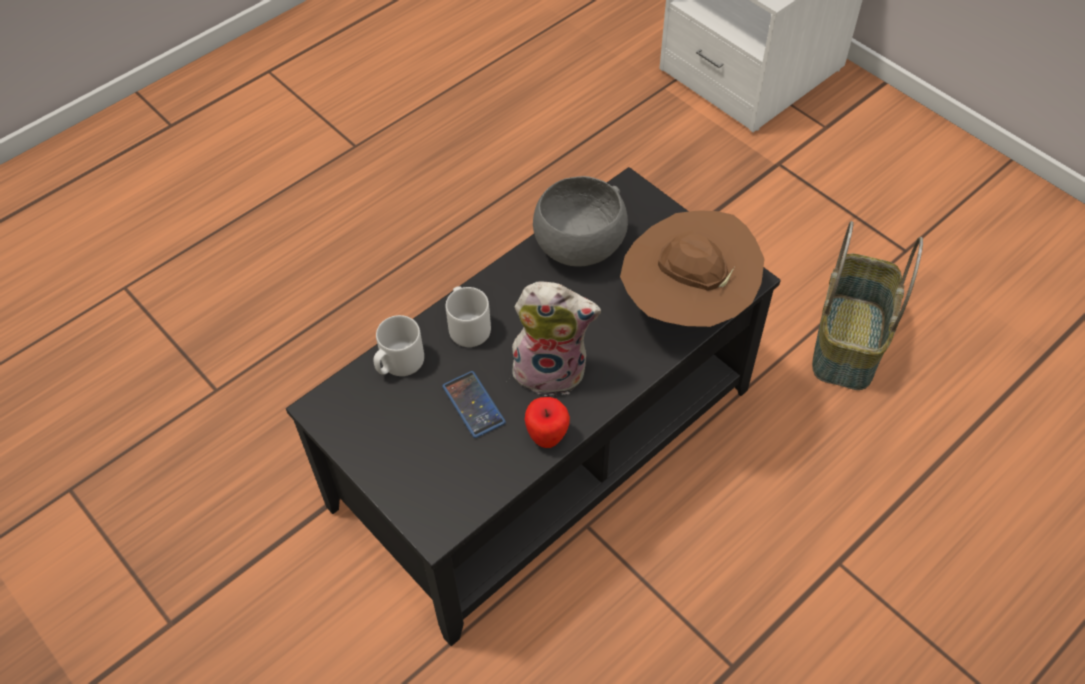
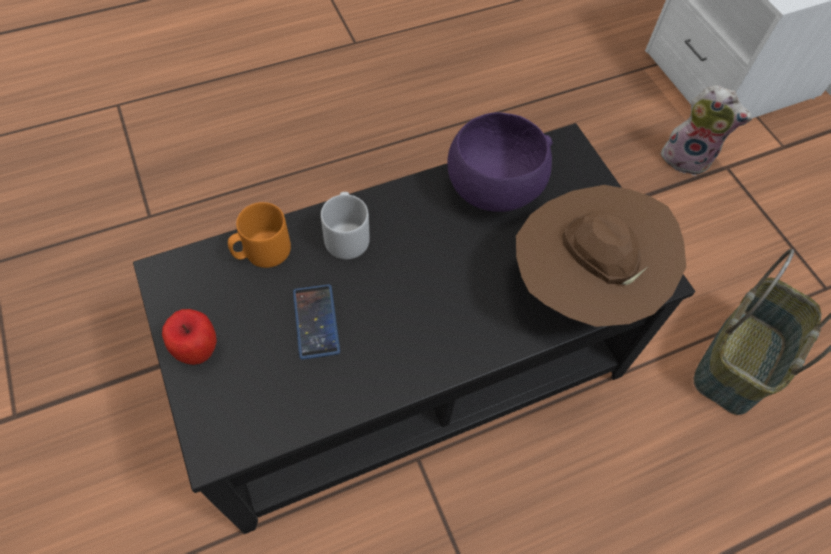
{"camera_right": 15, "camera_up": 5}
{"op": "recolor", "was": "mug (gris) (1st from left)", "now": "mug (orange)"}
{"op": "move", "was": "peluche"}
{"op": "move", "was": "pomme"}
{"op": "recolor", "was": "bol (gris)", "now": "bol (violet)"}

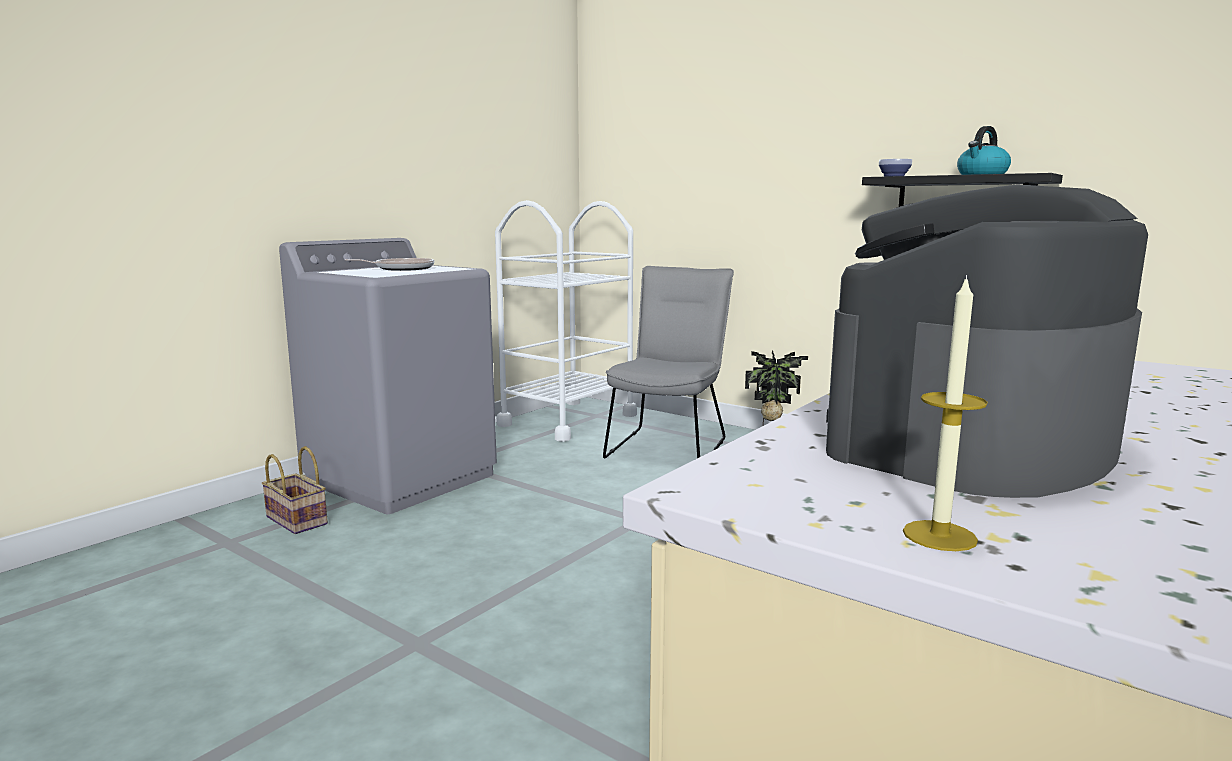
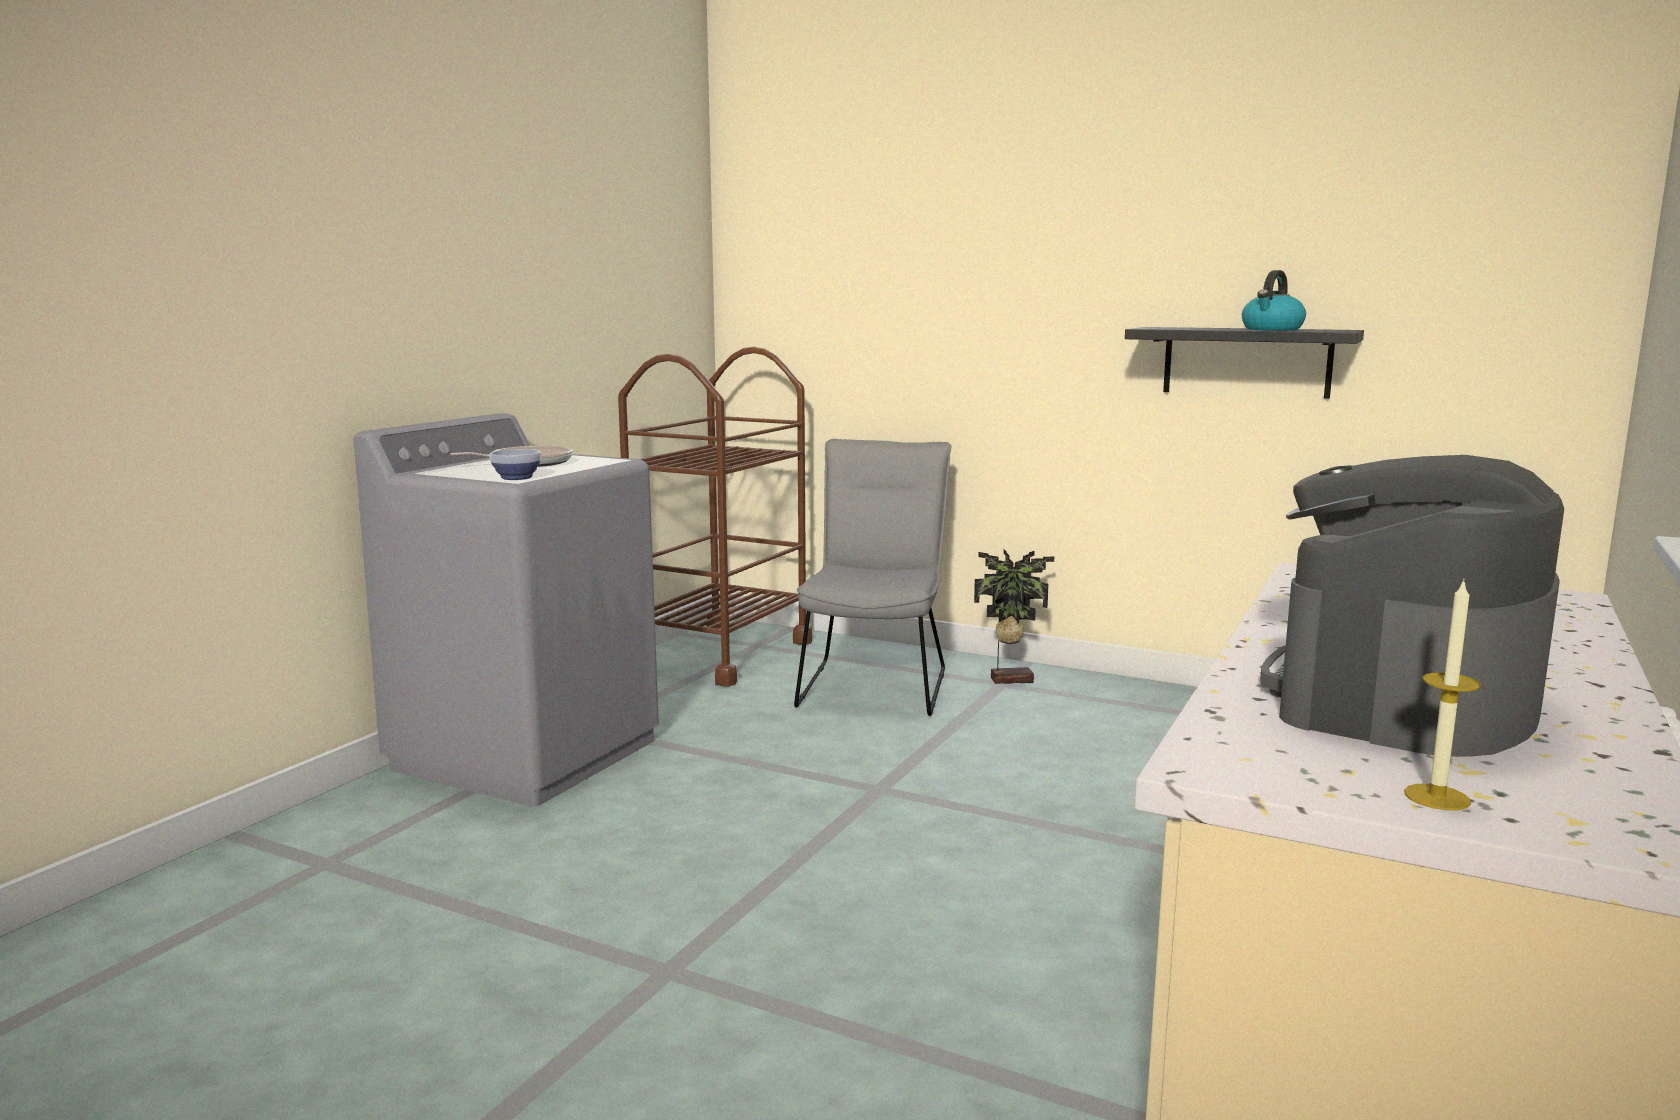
{"camera_right": -10, "camera_up": 0}
{"op": "delete", "was": "panier"}
{"op": "recolor", "was": "chariot (blanc)", "now": "chariot (marron)"}
{"op": "move", "was": "bol"}

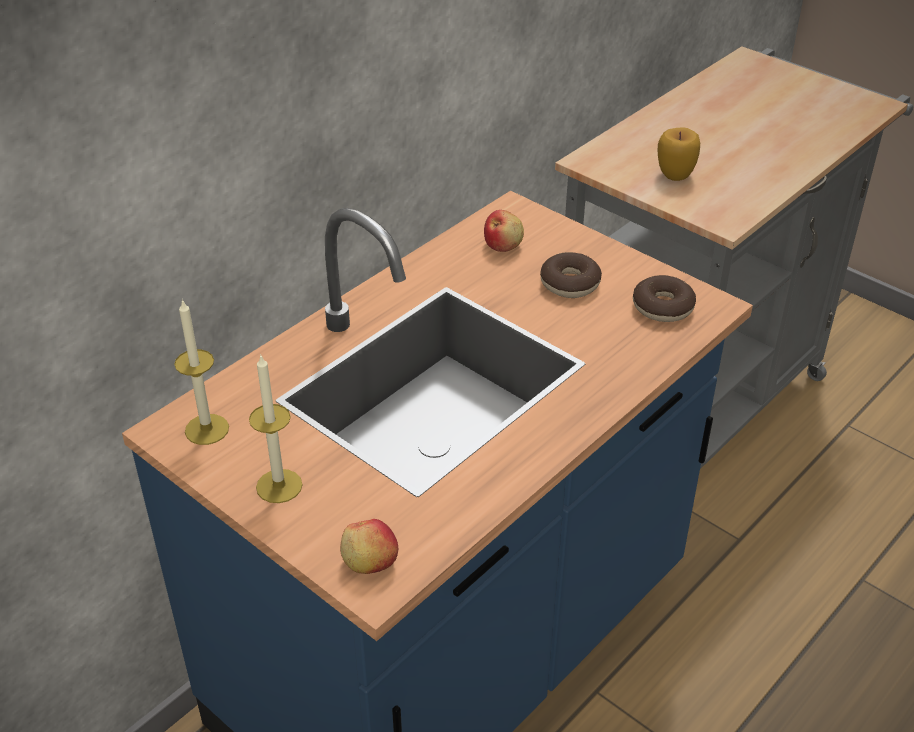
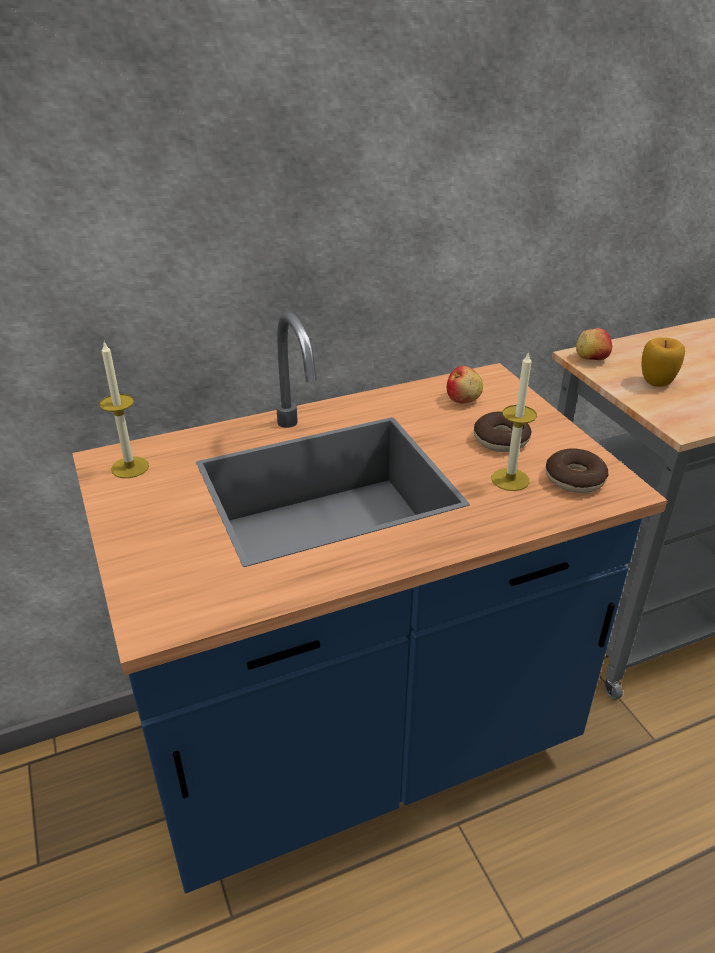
{"camera_right": 25, "camera_up": -5}
{"op": "move", "was": "bougie (2nd from left)"}
{"op": "move", "was": "pomme (1st from left in the first image)", "now": "pomme (2nd from left)"}

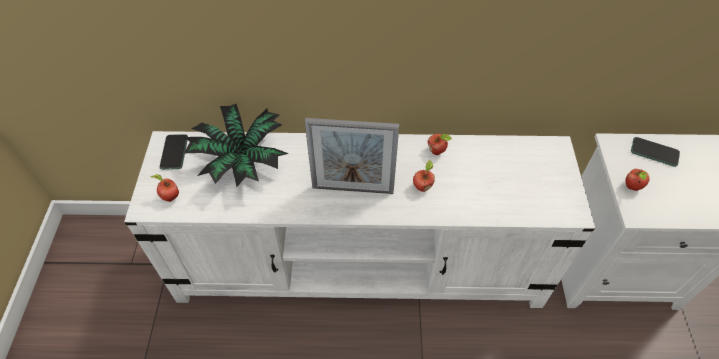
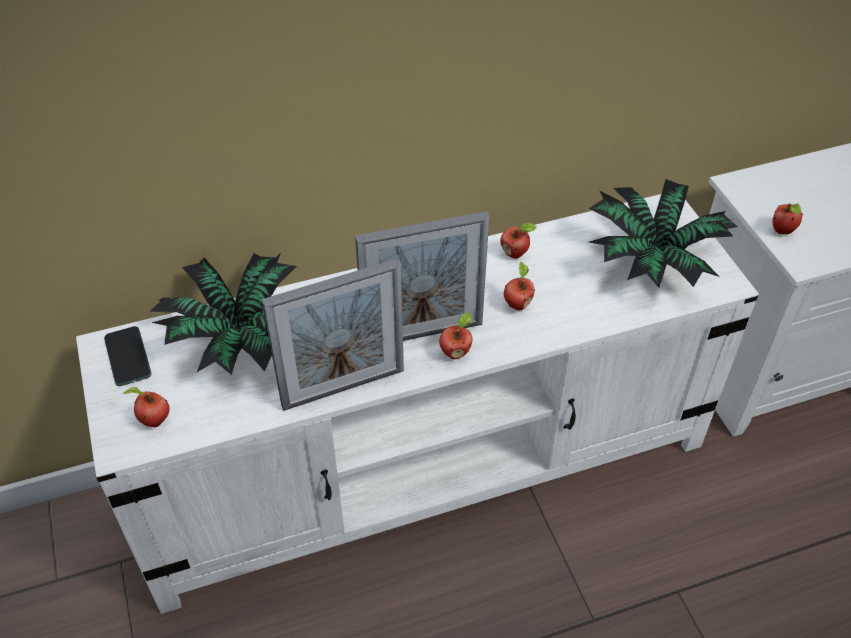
{"camera_right": -20, "camera_up": -5}
{"op": "delete", "was": "téléphone (2nd from left)"}
{"op": "insert", "now": "cadre photo (1st from left)"}
{"op": "insert", "now": "pomme (2nd from left)"}
{"op": "insert", "now": "plante en pot (2nd from left)"}

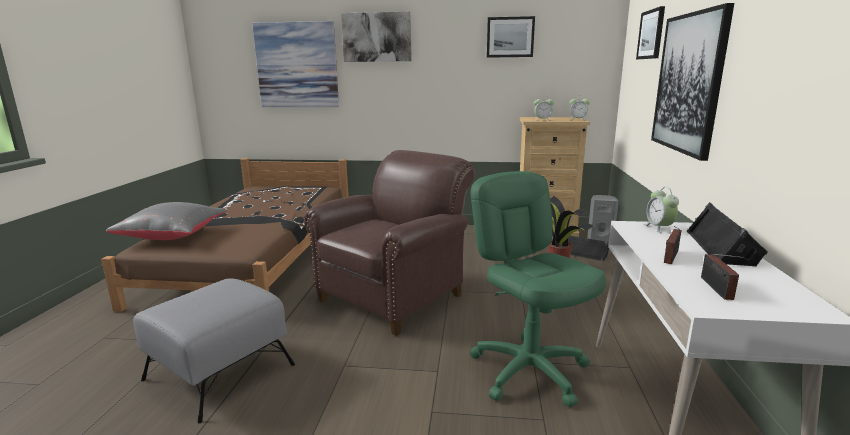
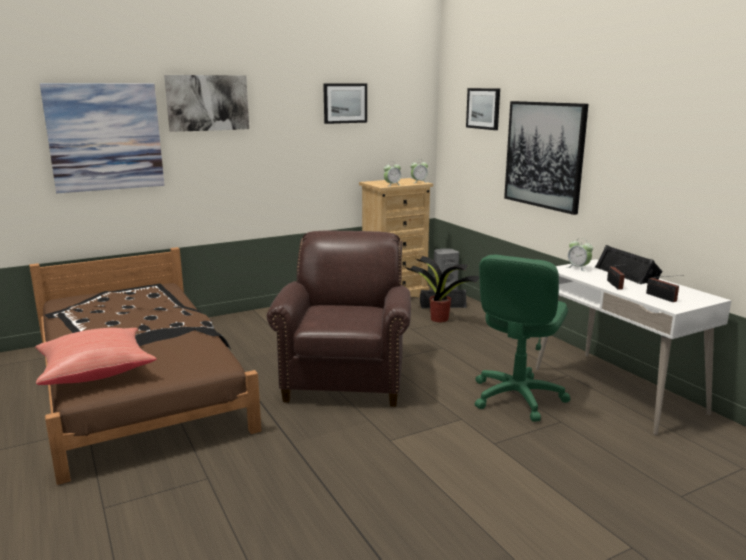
{"camera_right": -35, "camera_up": 0}
{"op": "recolor", "was": "coussin (gris)", "now": "coussin (rouge)"}
{"op": "delete", "was": "pouf (gris)"}
{"op": "rotate", "was": "chaise de bureau (vert)", "clockwise": -90}

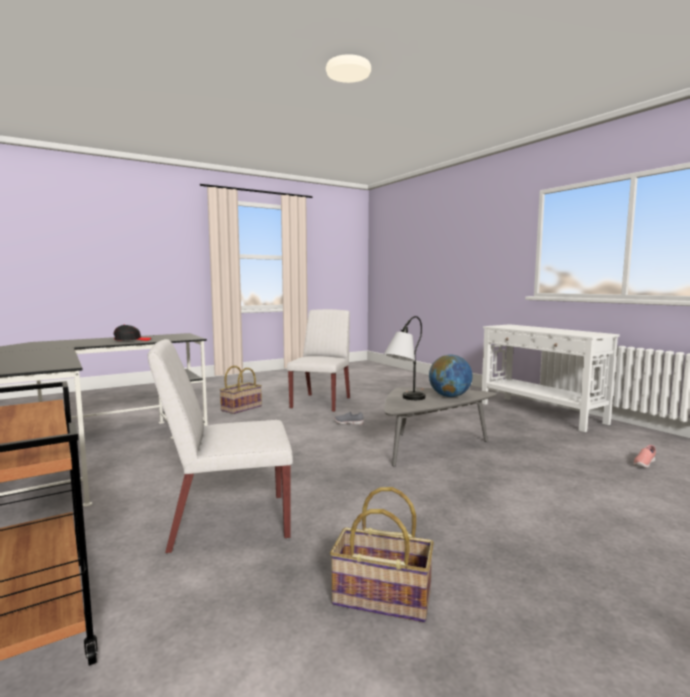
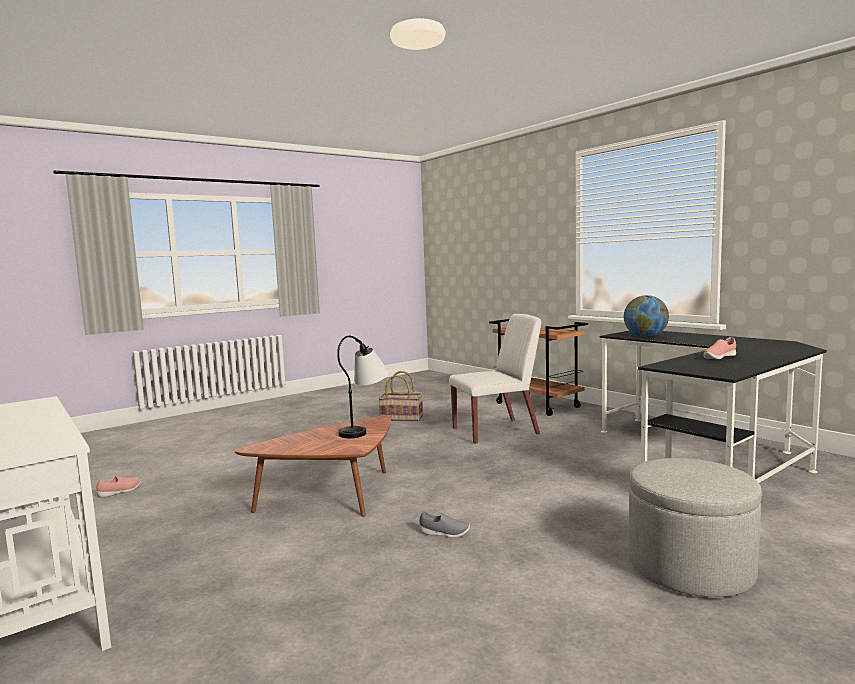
{"camera_right": 175, "camera_up": 0}
{"op": "replace", "was": "casquette (noir)", "now": "chaussure (rose) (2nd from left)"}
{"op": "replace", "was": "panier (1st from left)", "now": "pouf (gris)"}
{"op": "delete", "was": "chaise (blanc) (2nd from left)"}
{"op": "recolor", "was": "table basse (gris)", "now": "table basse (marron)"}
{"op": "move", "was": "globe"}

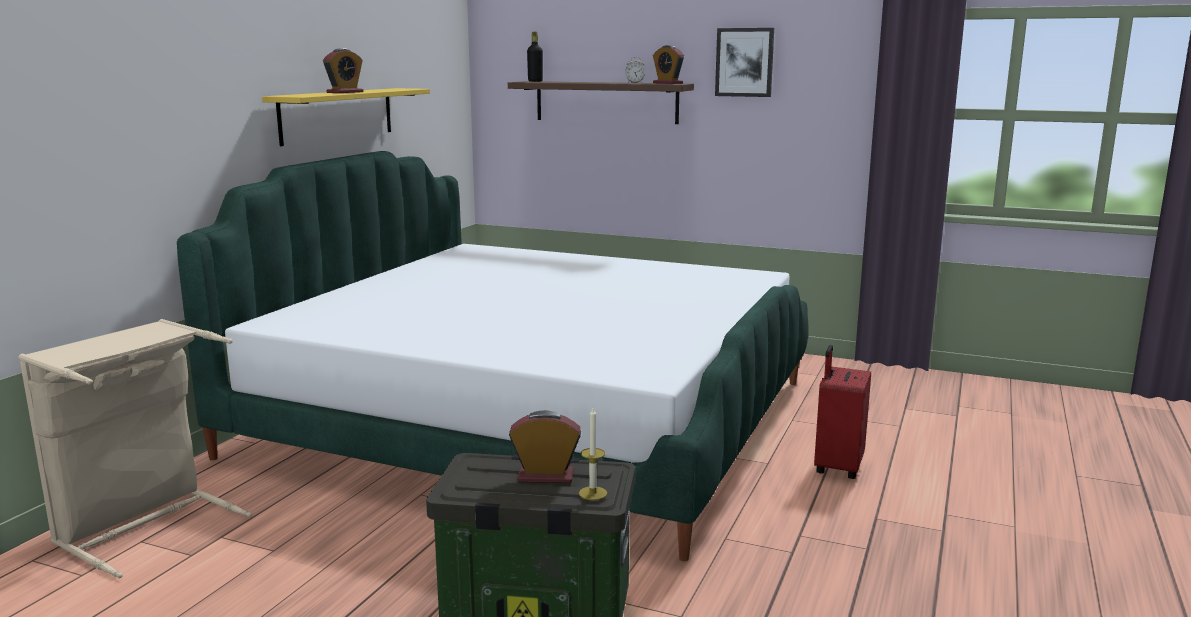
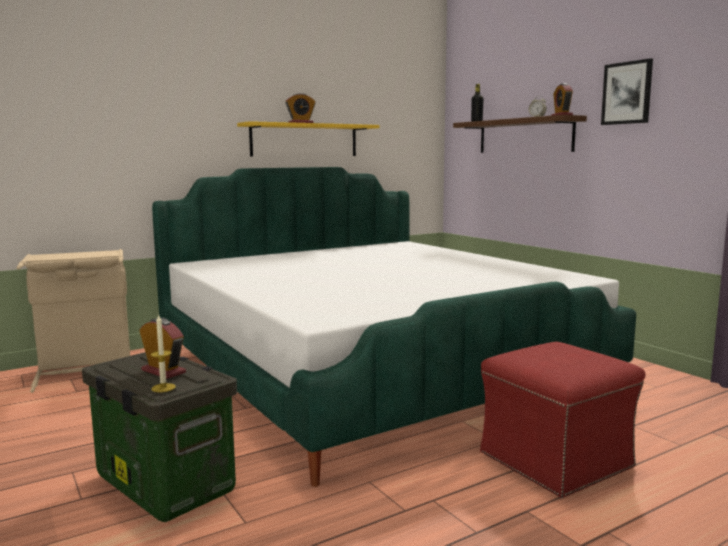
{"camera_right": 35, "camera_up": -5}
{"op": "replace", "was": "valise (rouge)", "now": "pouf (rouge)"}

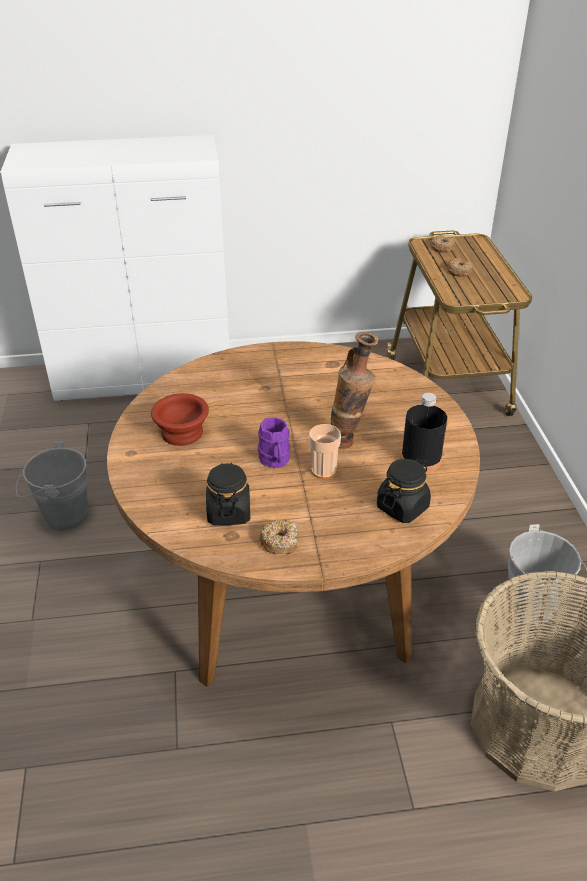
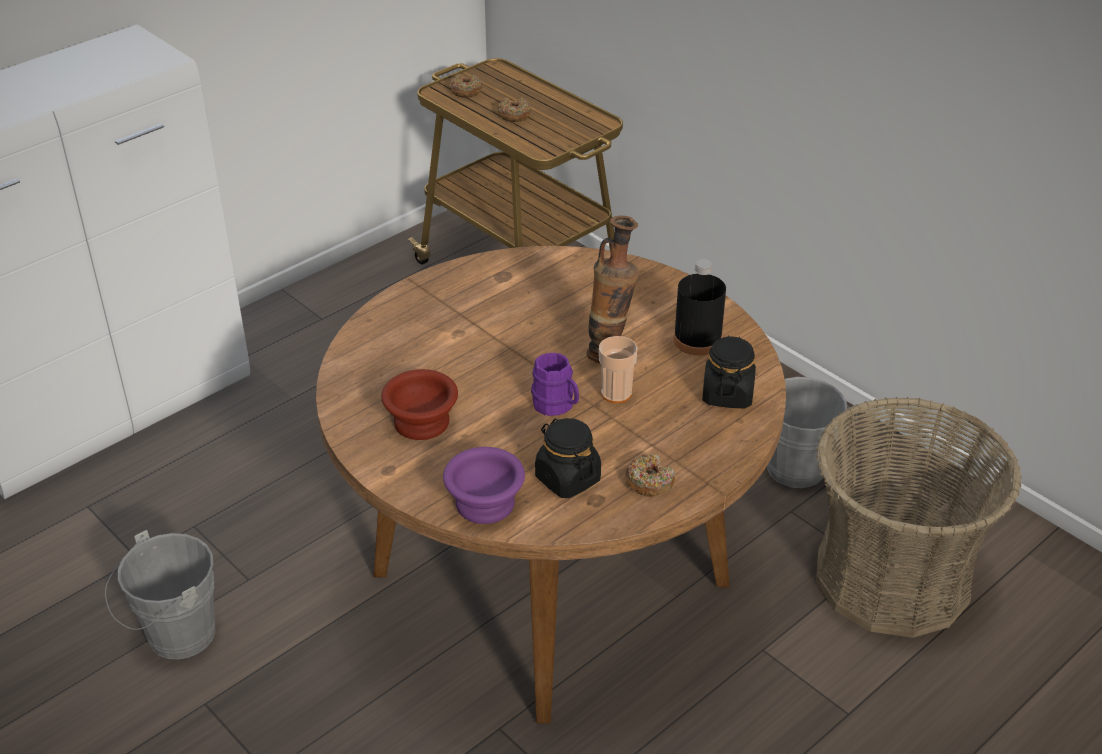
{"camera_right": -35, "camera_up": 0}
{"op": "insert", "now": "bol (violet)"}

